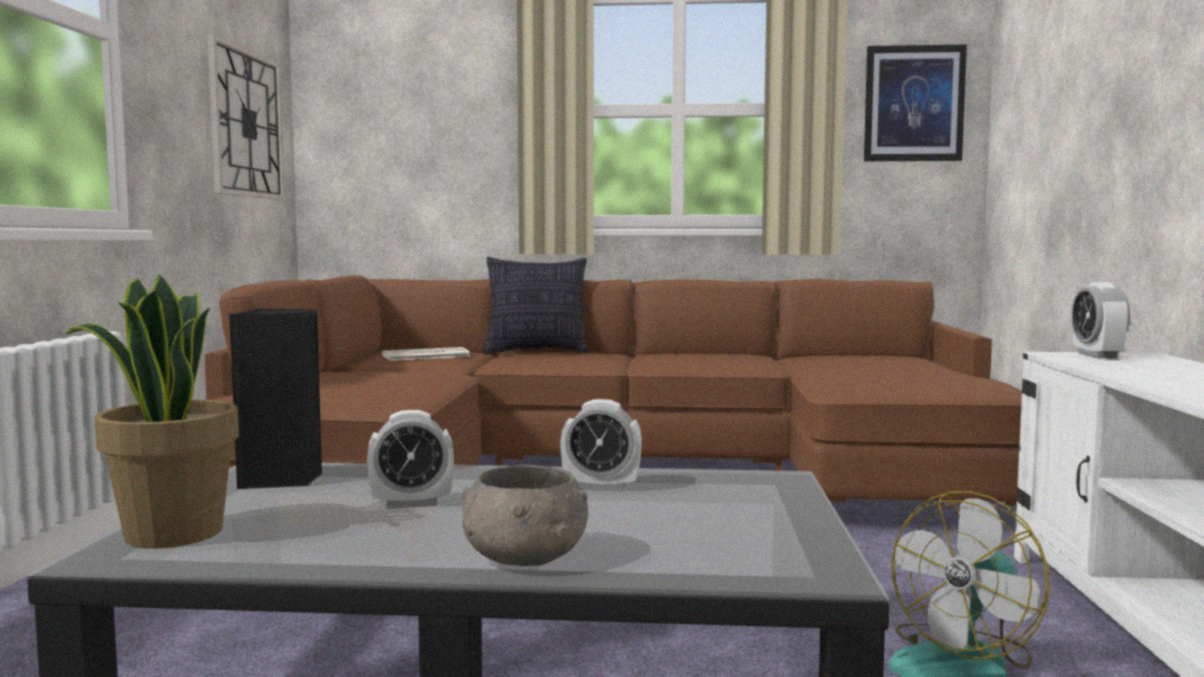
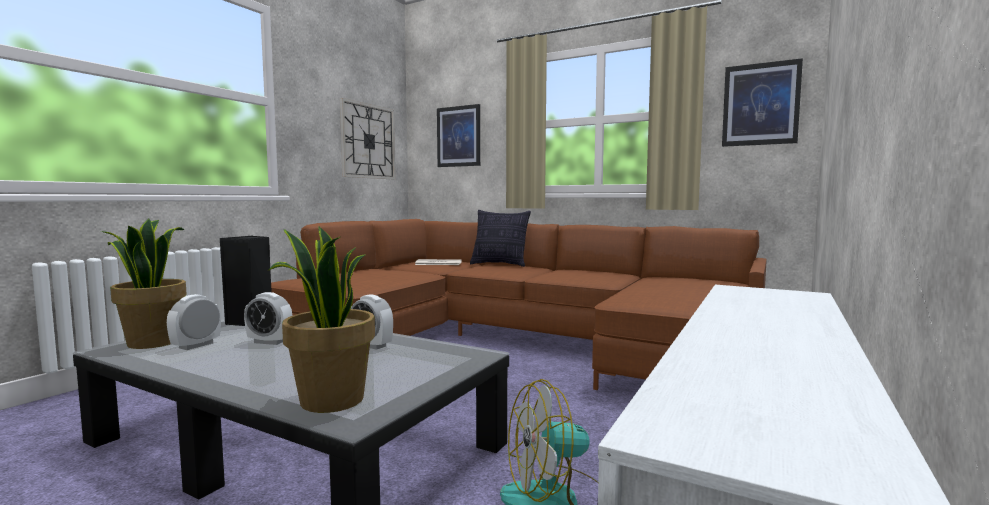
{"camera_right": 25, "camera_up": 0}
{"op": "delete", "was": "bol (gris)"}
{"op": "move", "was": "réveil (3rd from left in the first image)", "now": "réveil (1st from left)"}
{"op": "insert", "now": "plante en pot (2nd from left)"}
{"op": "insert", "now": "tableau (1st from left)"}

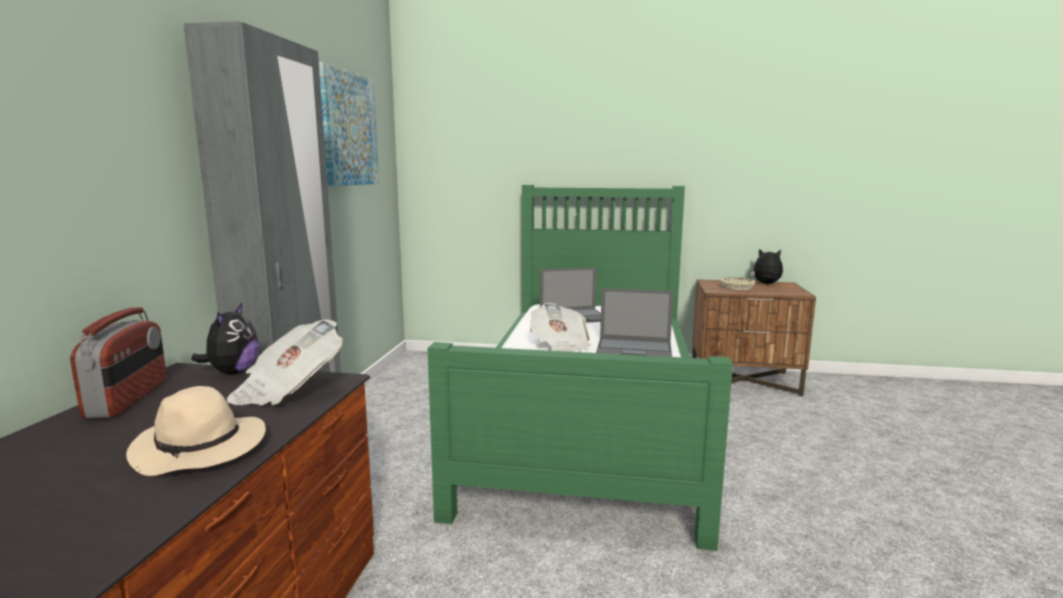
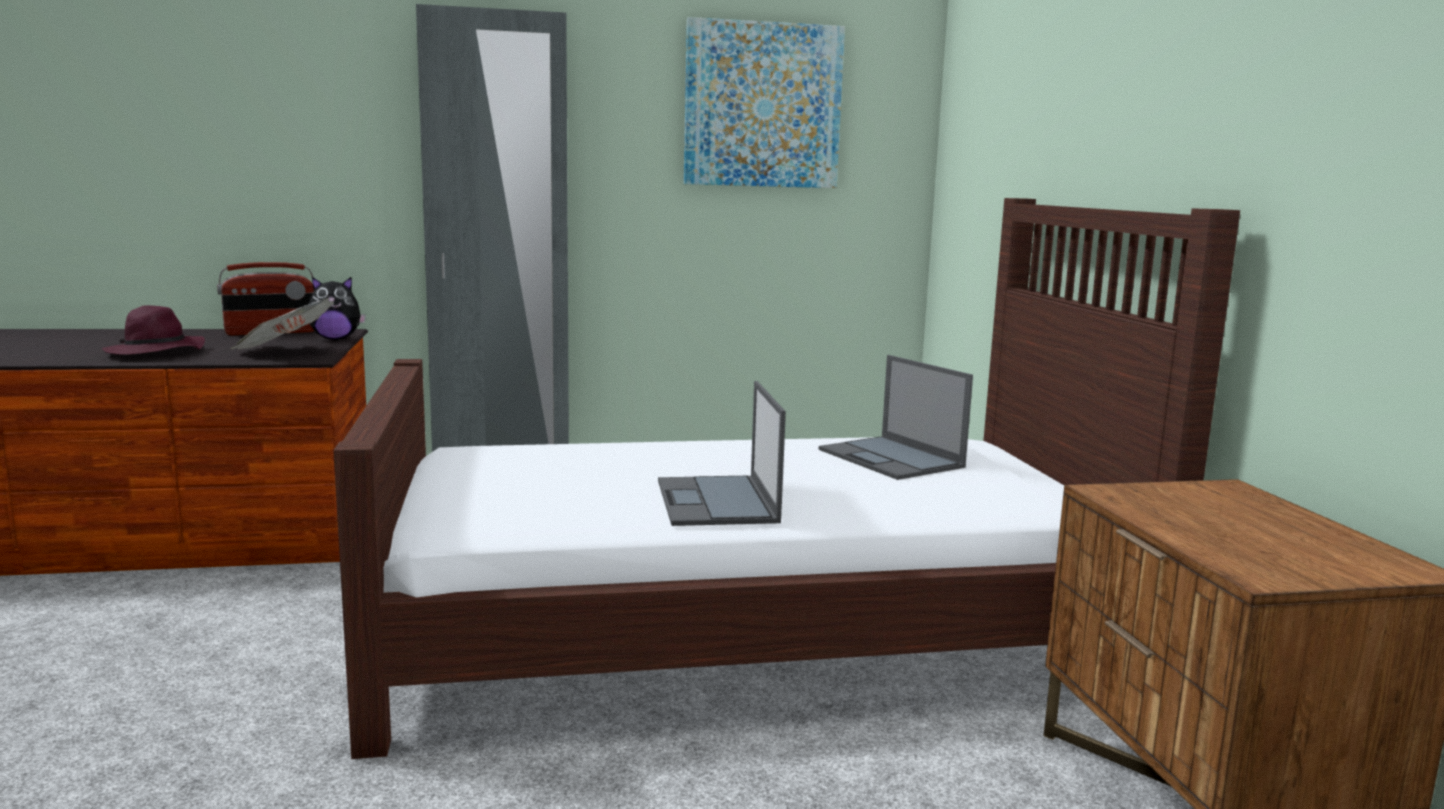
{"camera_right": 70, "camera_up": 0}
{"op": "recolor", "was": "chapeau (beige)", "now": "chapeau (violet)"}
{"op": "recolor", "was": "lit (vert)", "now": "lit (marron)"}
{"op": "delete", "was": "journal (2nd from left)"}
{"op": "delete", "was": "bol (beige)"}
{"op": "delete", "was": "peluche (2nd from left)"}

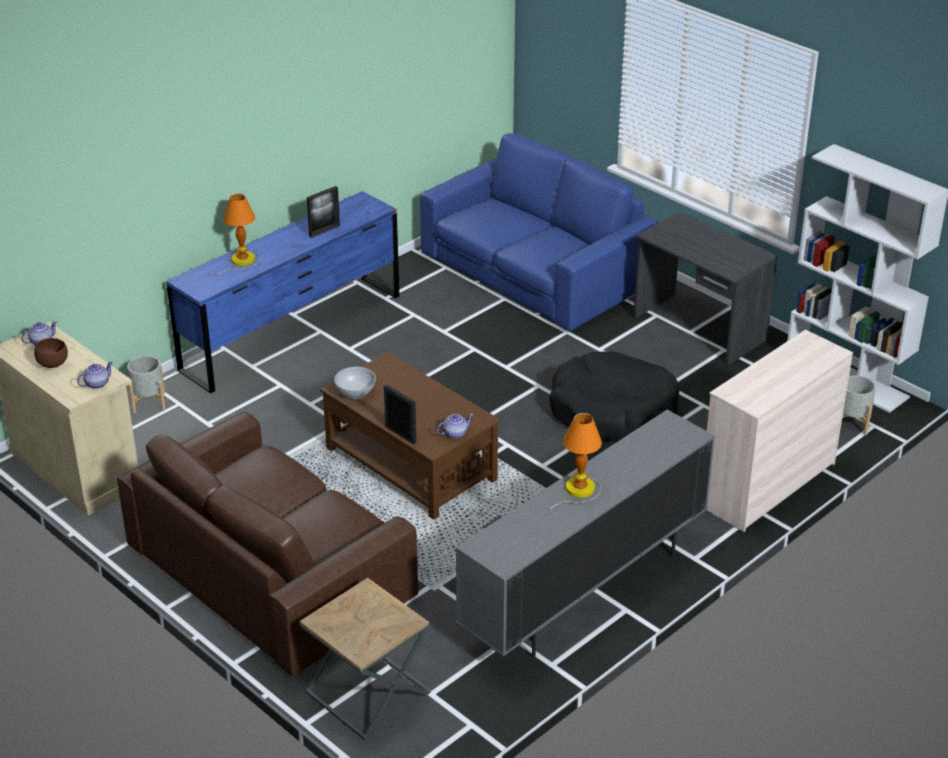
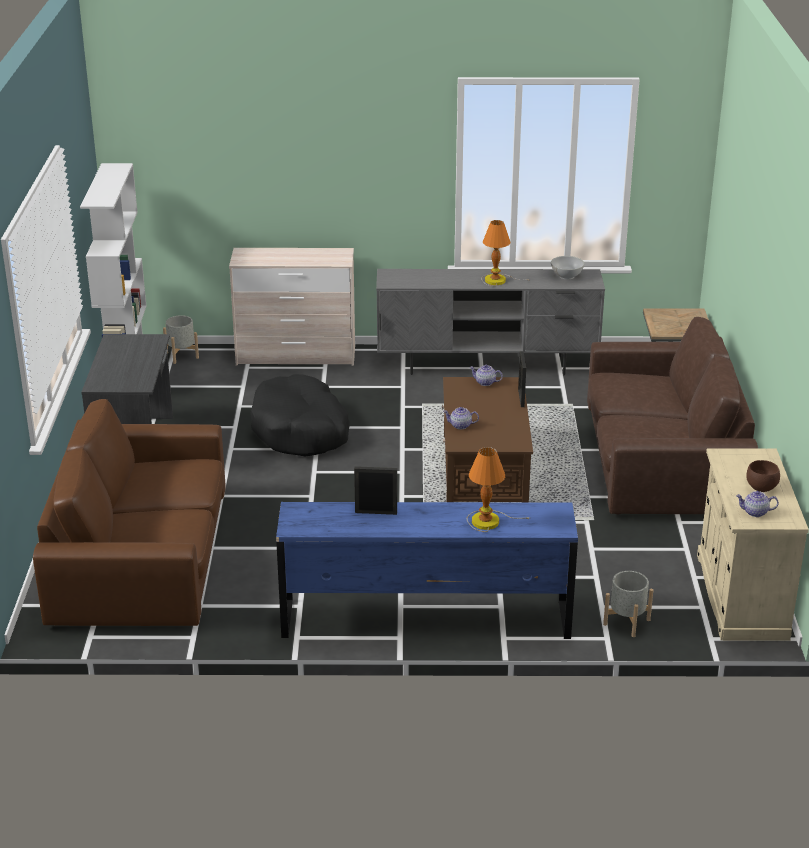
{"camera_right": -135, "camera_up": -5}
{"op": "move", "was": "théière (2nd from left in the first image)", "now": "théière (1st from left)"}
{"op": "move", "was": "bol (blanc)"}
{"op": "recolor", "was": "canapé (bleu)", "now": "canapé (marron) (1st from left)"}

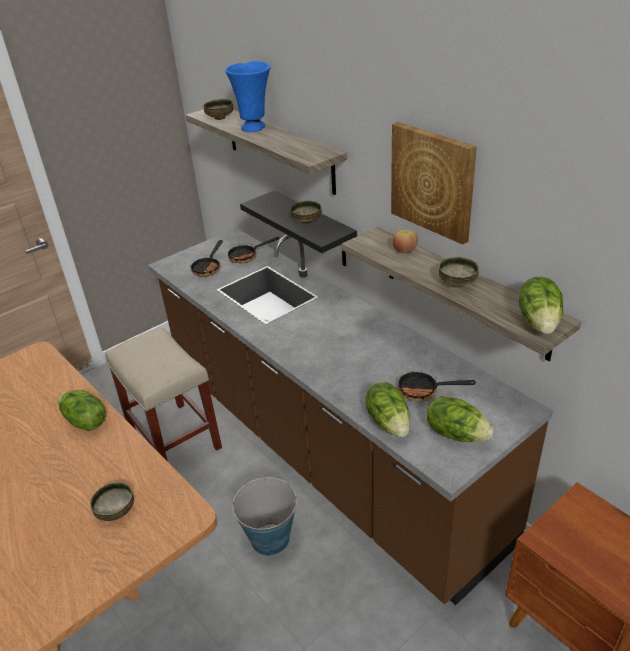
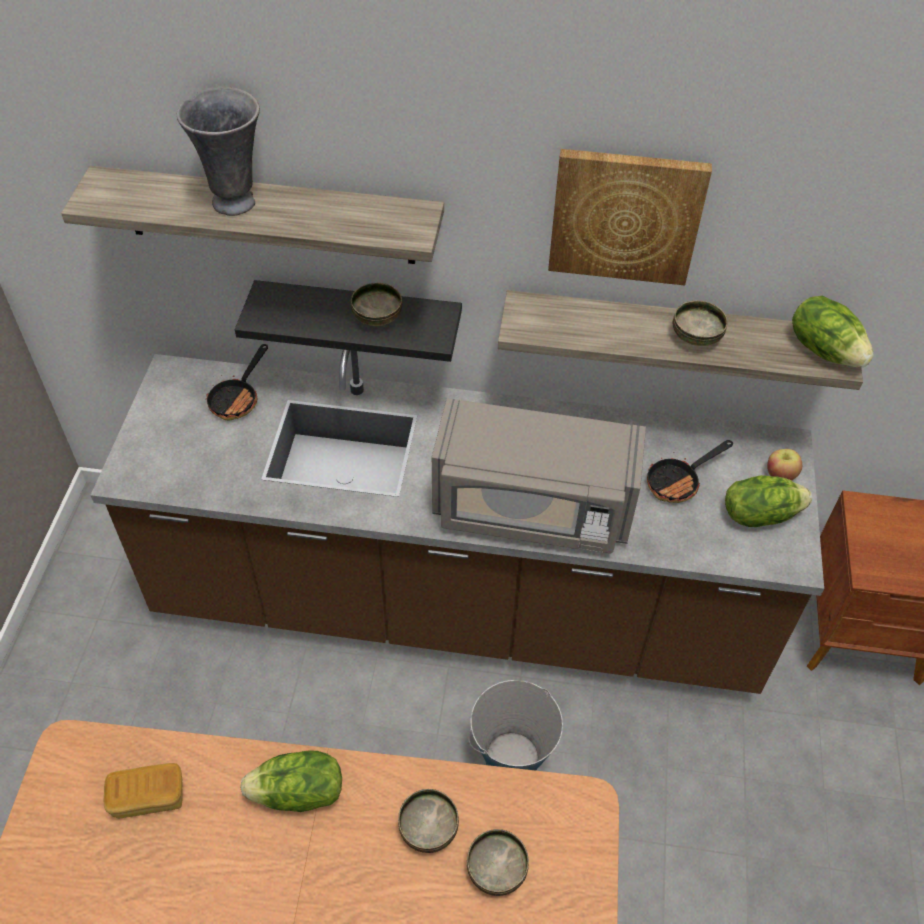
{"camera_right": -45, "camera_up": 15}
{"op": "delete", "was": "tabouret (beige)"}
{"op": "delete", "was": "poêle (1st from left)"}
{"op": "move", "was": "bol (2nd from left)"}
{"op": "recolor", "was": "vase (bleu)", "now": "vase (gris)"}
{"op": "delete", "was": "laitue (2nd from left)"}
{"op": "move", "was": "pomme"}
{"op": "insert", "now": "pain"}
{"op": "insert", "now": "micro-ondes (gris)"}

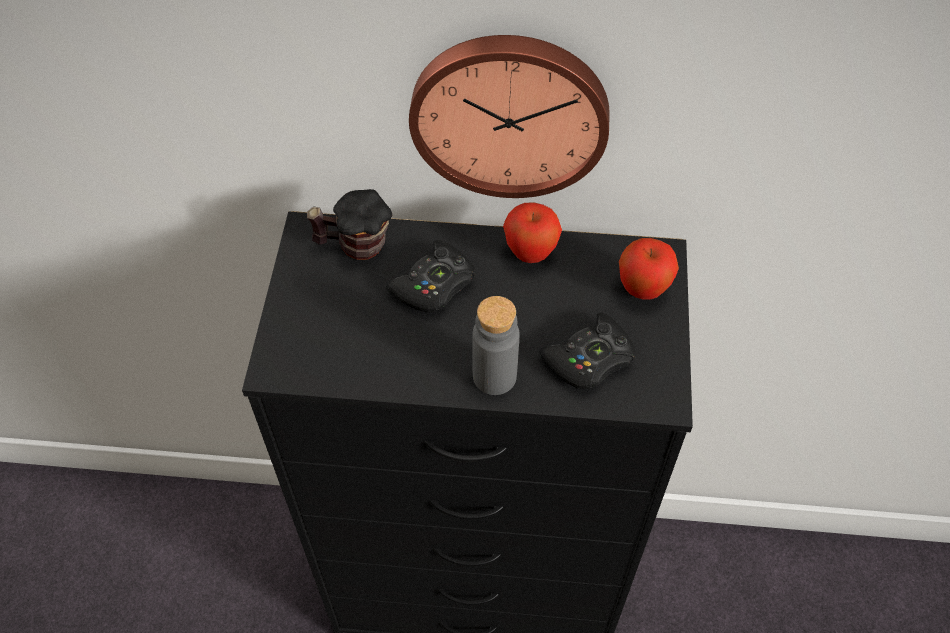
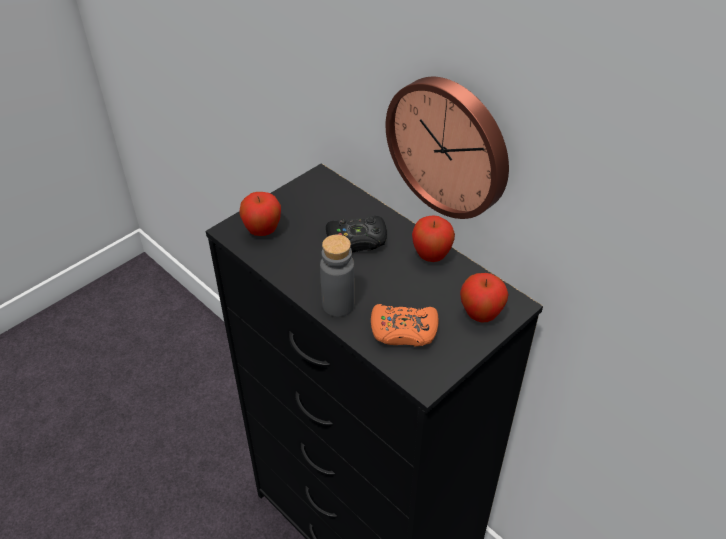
{"camera_right": 40, "camera_up": -10}
{"op": "delete", "was": "mug"}
{"op": "recolor", "was": "manette (noir) (2nd from left)", "now": "manette (orange)"}
{"op": "insert", "now": "pomme (1st from left)"}

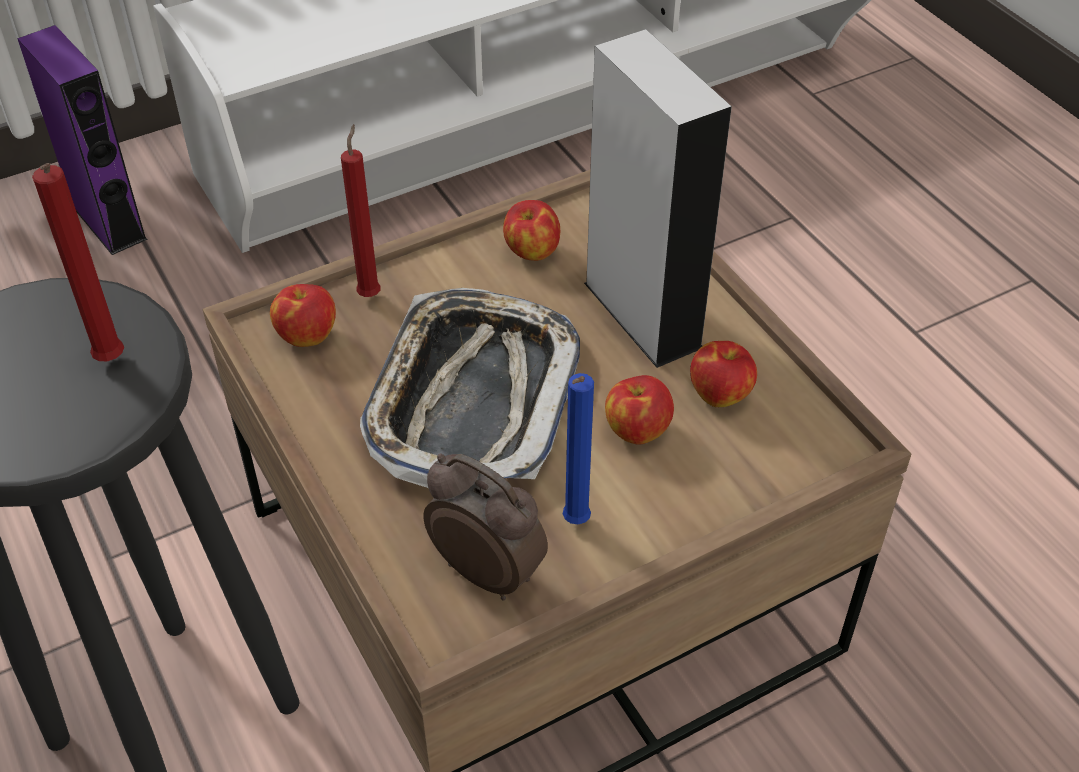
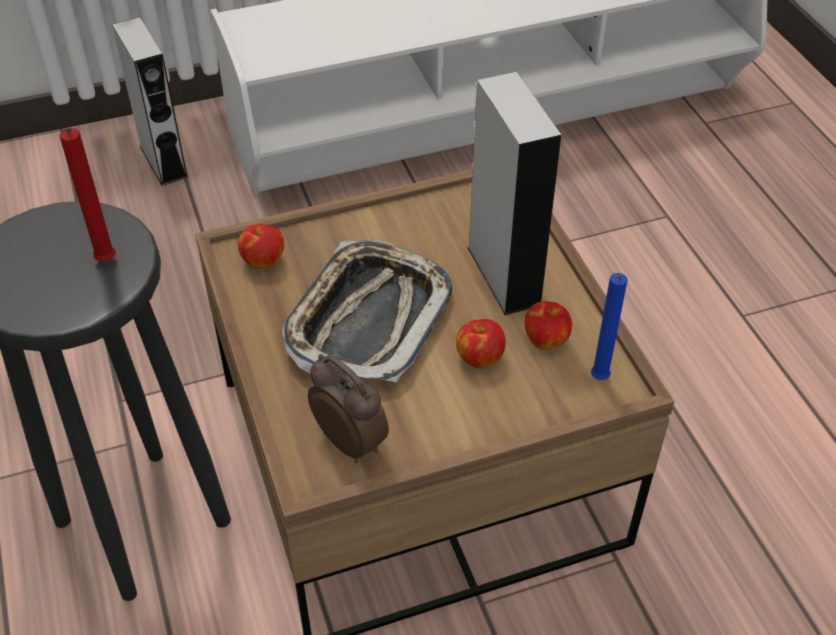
{"camera_right": 10, "camera_up": 0}
{"op": "recolor", "was": "enceinte (violet)", "now": "enceinte (gris) (1st from left)"}
{"op": "delete", "was": "bougie (rouge) (2nd from left)"}
{"op": "delete", "was": "pomme (2nd from left)"}
{"op": "move", "was": "bougie (bleu)"}

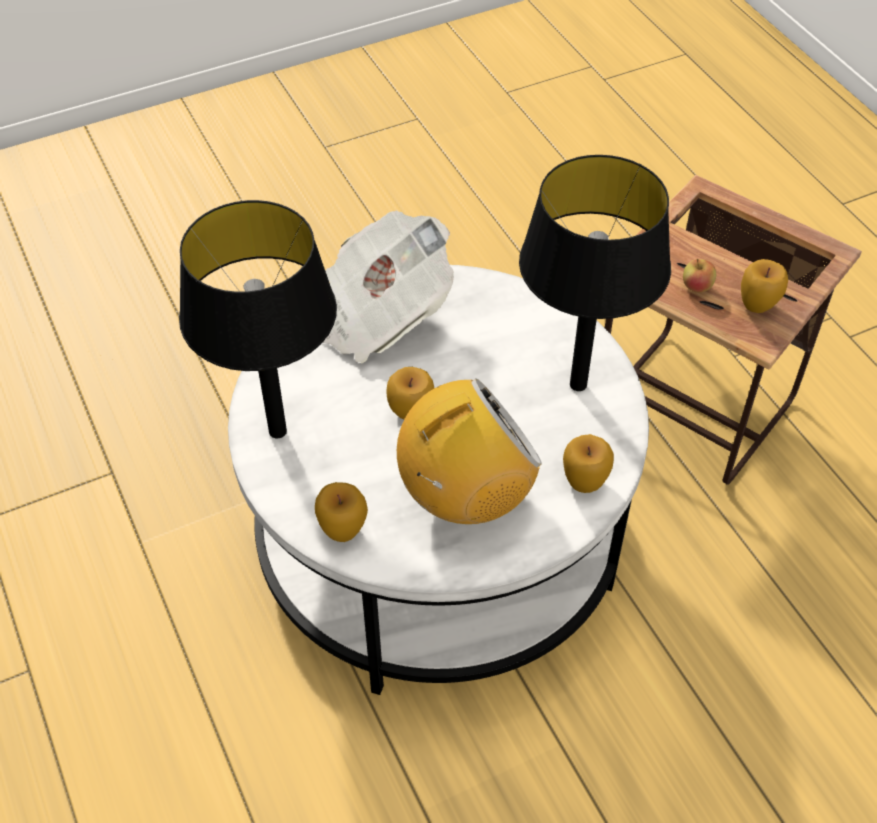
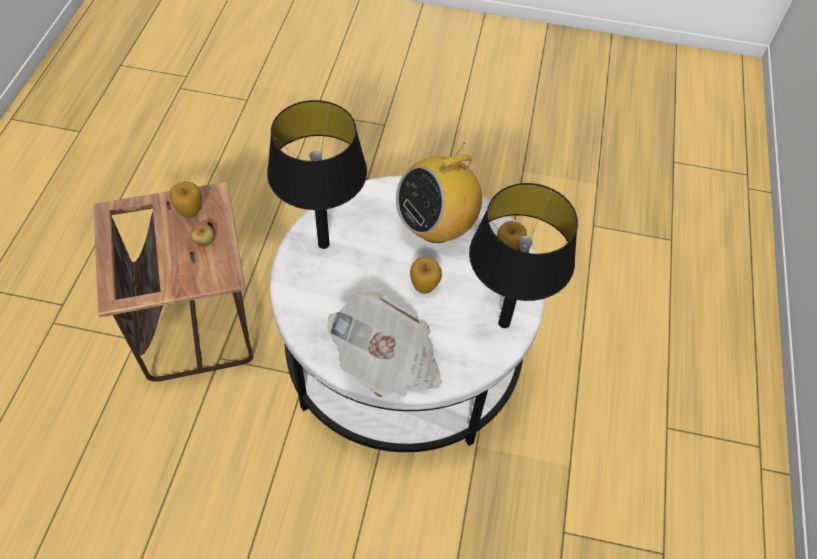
{"camera_right": -145, "camera_up": 5}
{"op": "rotate", "was": "radio", "clockwise": -45}
{"op": "delete", "was": "pomme (3rd from left)"}

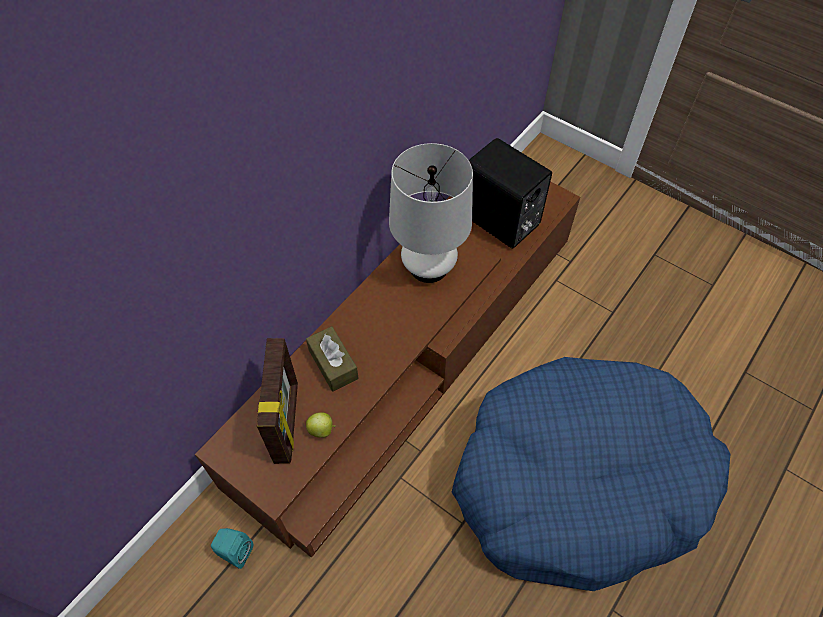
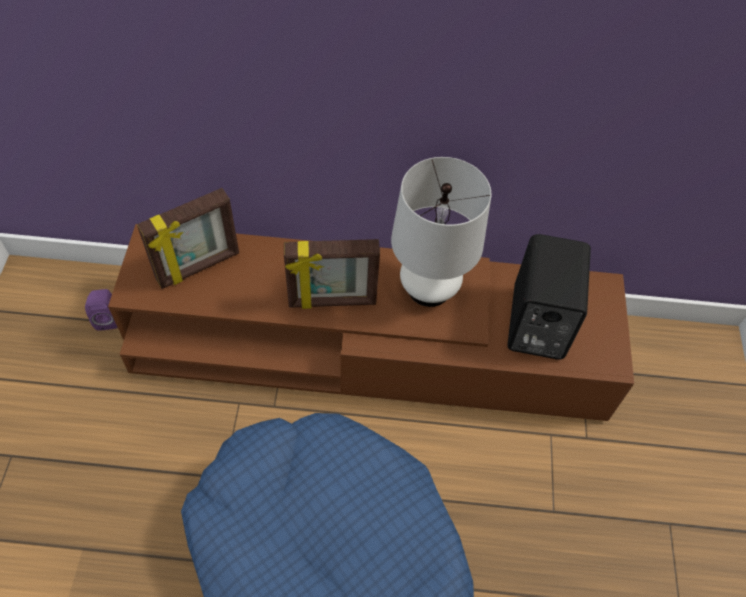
{"camera_right": 55, "camera_up": 0}
{"op": "recolor", "was": "enceinte (turquoise)", "now": "enceinte (violet)"}
{"op": "delete", "was": "boîte à mouchoirs (marron)"}
{"op": "delete", "was": "pomme"}
{"op": "insert", "now": "cadre photo (2nd from left)"}

